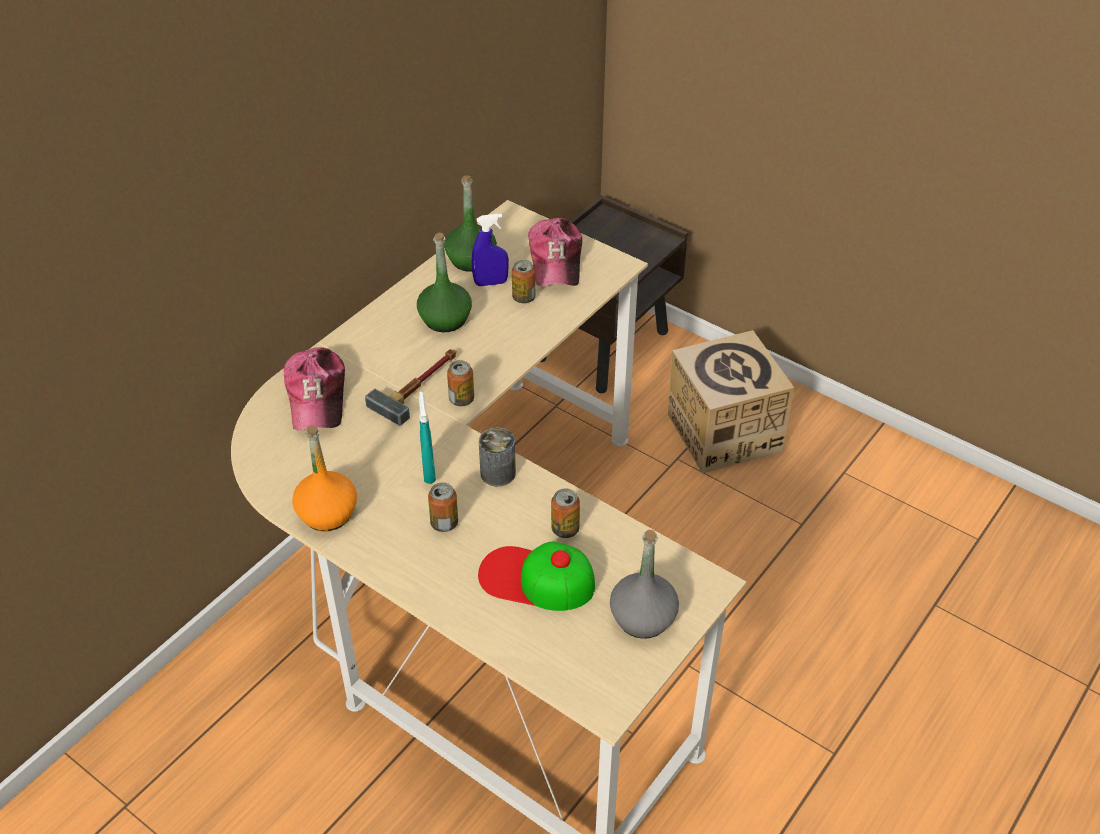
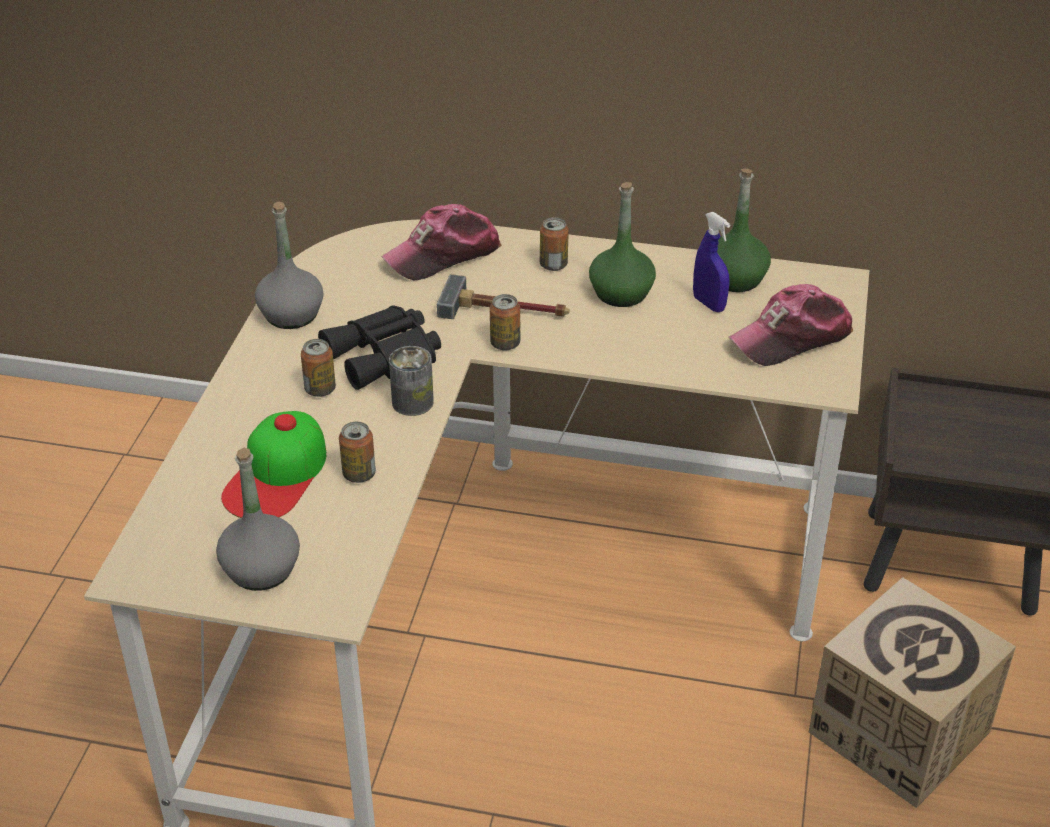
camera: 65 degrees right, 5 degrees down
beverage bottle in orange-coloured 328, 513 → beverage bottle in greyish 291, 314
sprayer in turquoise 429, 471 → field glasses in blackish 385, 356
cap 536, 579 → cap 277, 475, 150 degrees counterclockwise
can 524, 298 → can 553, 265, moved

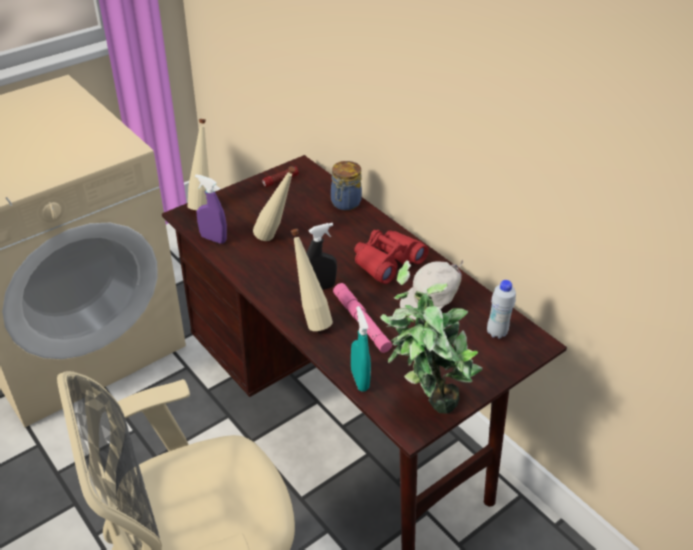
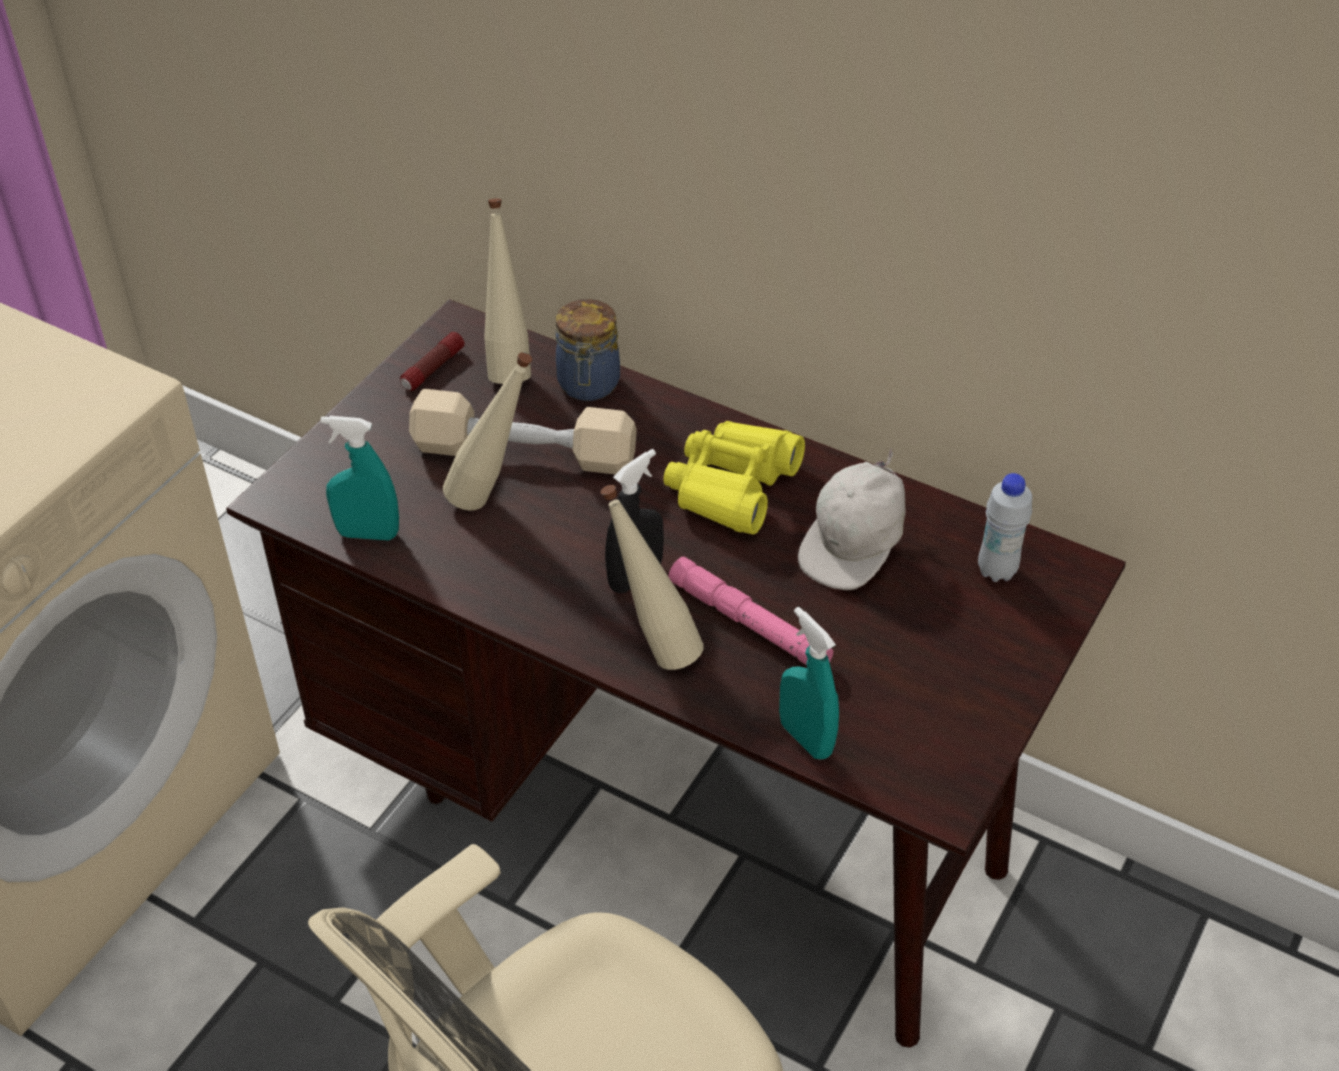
camera: 20 degrees left, 5 degrees up
beverage bottle in beige-coloured 203, 203 → beverage bottle in beige-coloured 508, 365, moved
sprayer in purple-coloured 213, 239 → sprayer in turquoise 368, 534
field glasses in red 387, 262 → field glasses in yellowish 732, 487
potted plant 423, 404 → -
- → dumbbell in beige-coloured 524, 453

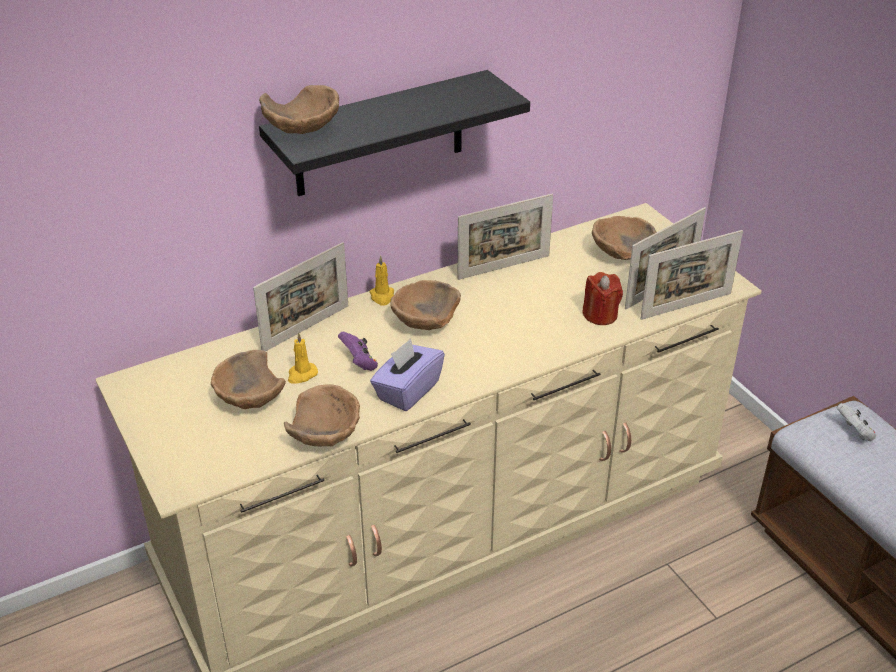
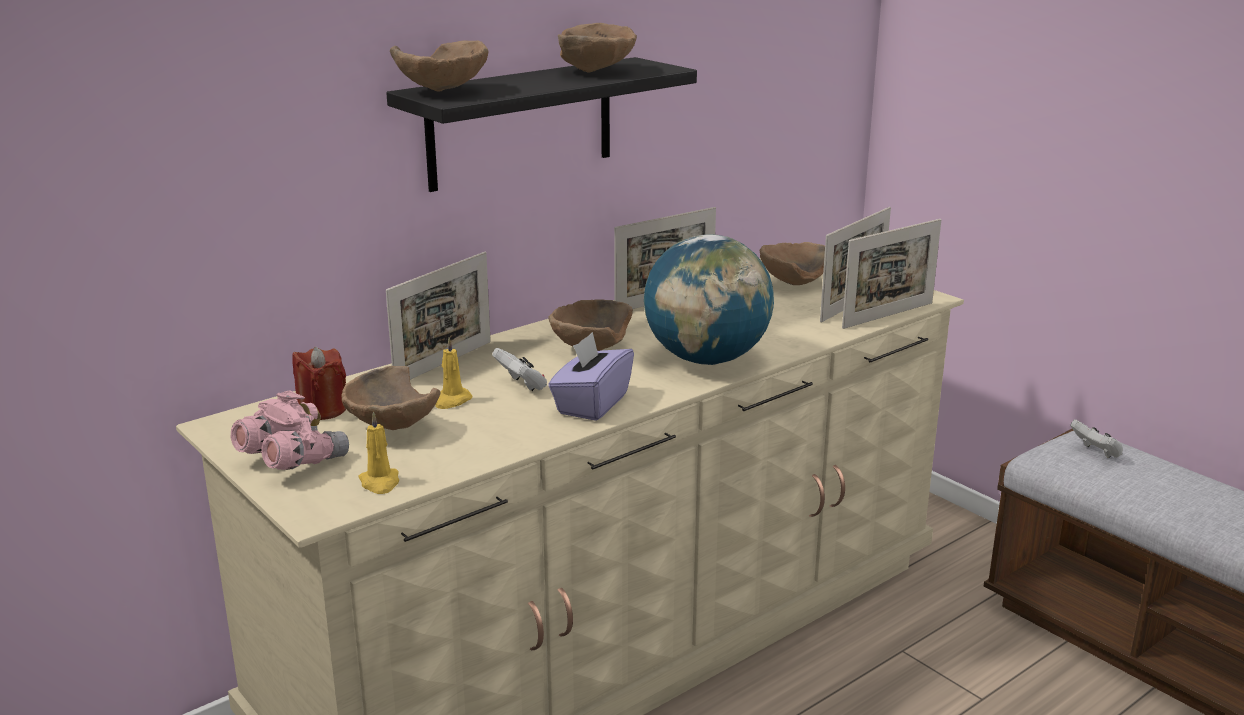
camera: 10 degrees left, 15 degrees down
deep dish in brown-coloured 326, 438 → deep dish in brown-coloured 597, 72, moved
joypad in purple-coloured 359, 363 → joypad in white-coloured 522, 386
wax candle in yellowish 382, 297 → wax candle in yellowish 380, 483, moved
wax candle in red 600, 315 → wax candle in red 322, 410, moved
- → field glasses in pinkish 291, 461
- → desk globe 706, 359

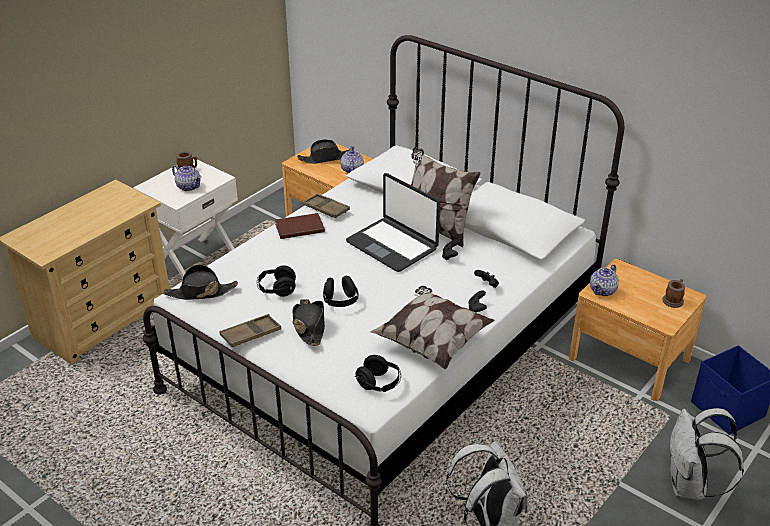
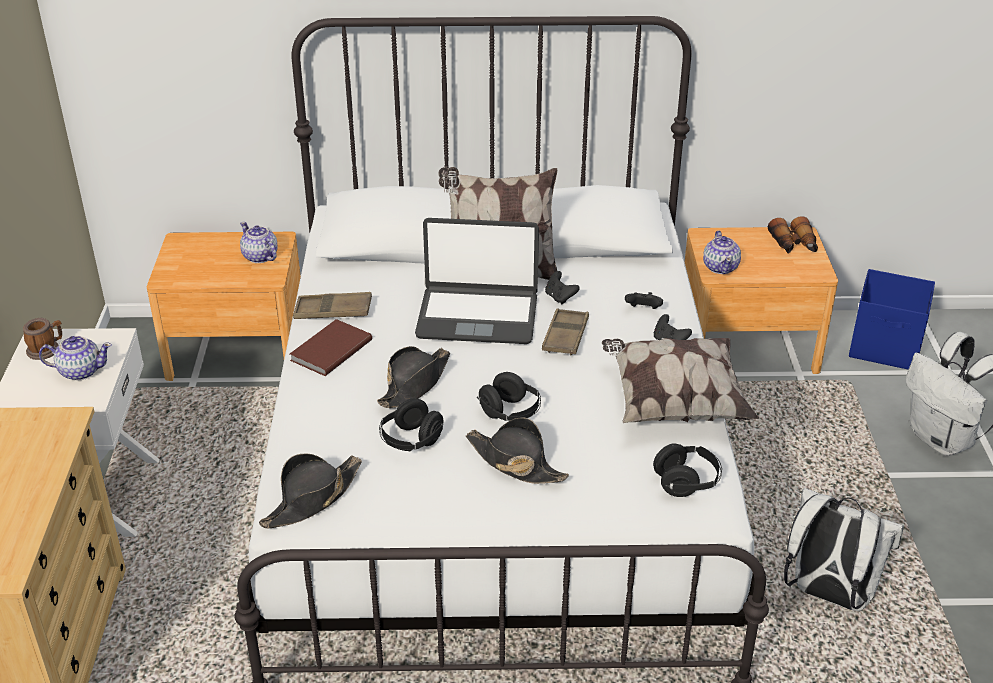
camera: 40 degrees left, 0 degrees up
tray in brown-coloured 251, 334 → tray in brown-coloured 565, 336, moved
clothing hat in blackish 325, 158 → clothing hat in blackish 415, 384, moved
tea mug 673, 300 → field glasses 793, 245

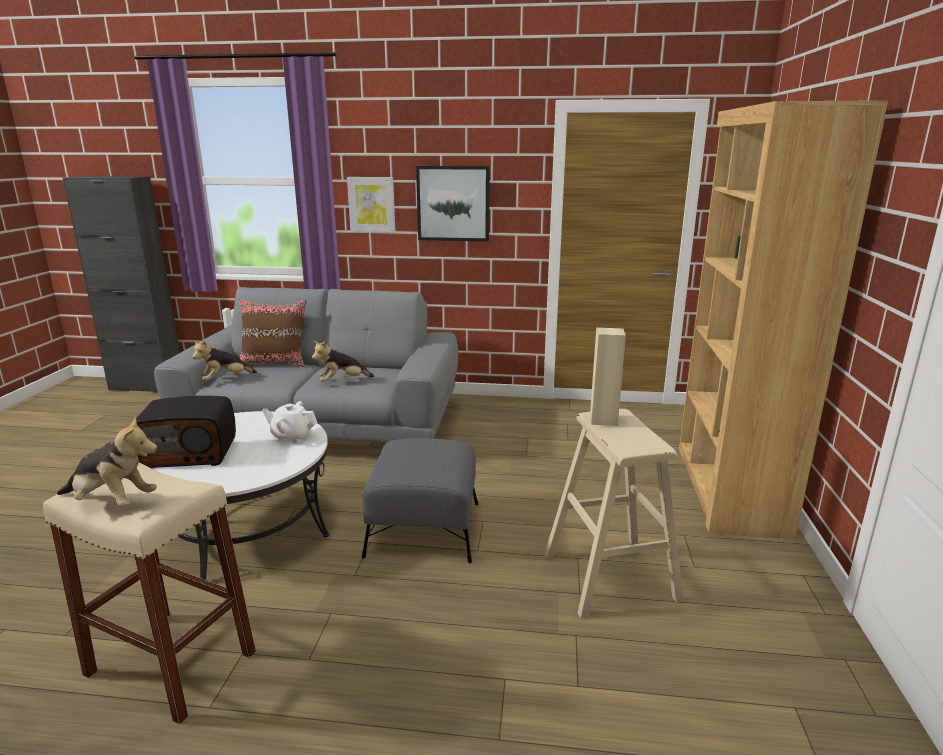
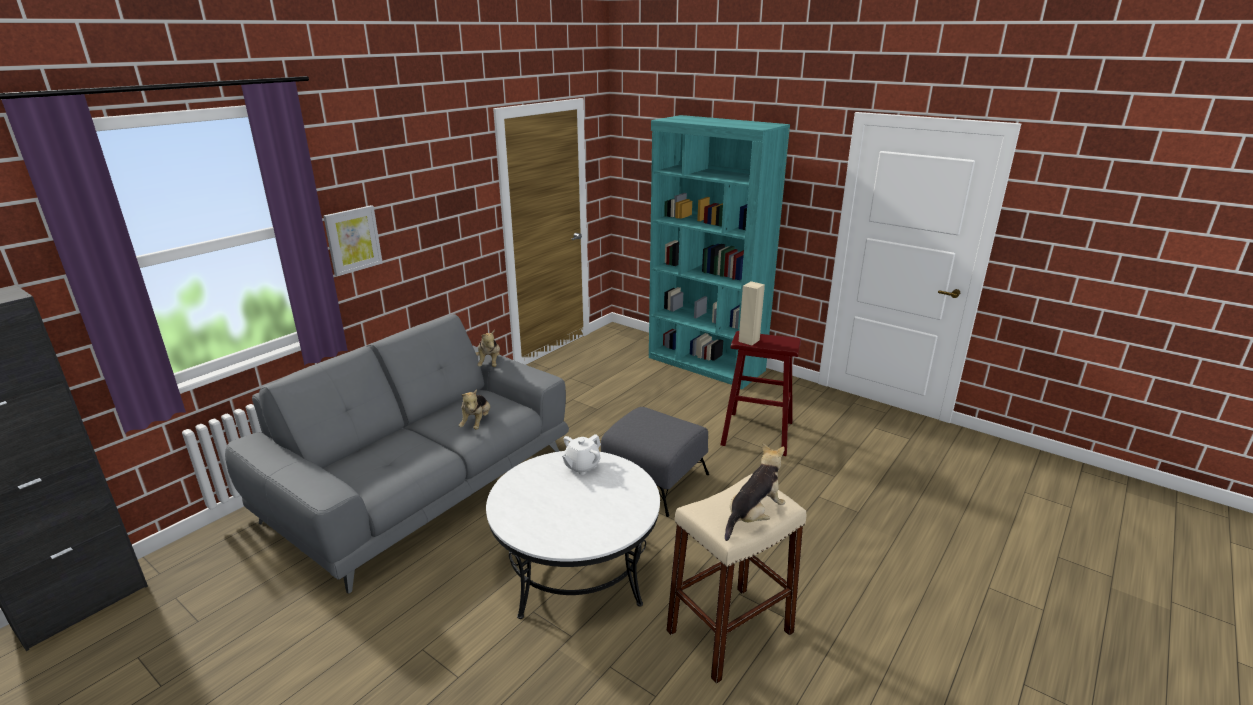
camera: 60 degrees left, 5 degrees up
radio receiver 191, 453 → -
soft toy 225, 379 → soft toy 489, 363, moved
cushion in brown-coloured 275, 363 → -
wall art 453, 203 → -
stool in beige-coloured 610, 576 → stool in red 757, 433
bookshelf in brown-coloured 728, 489 → bookshelf in turquoise 706, 364

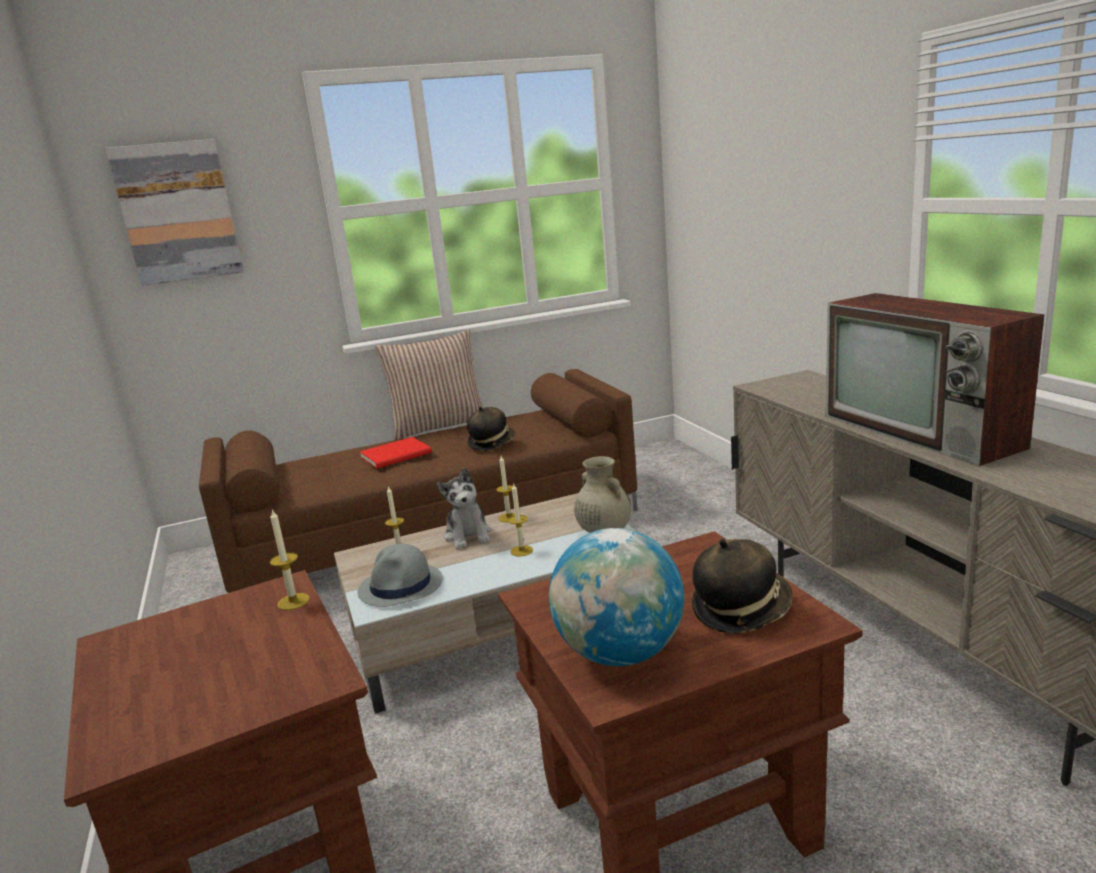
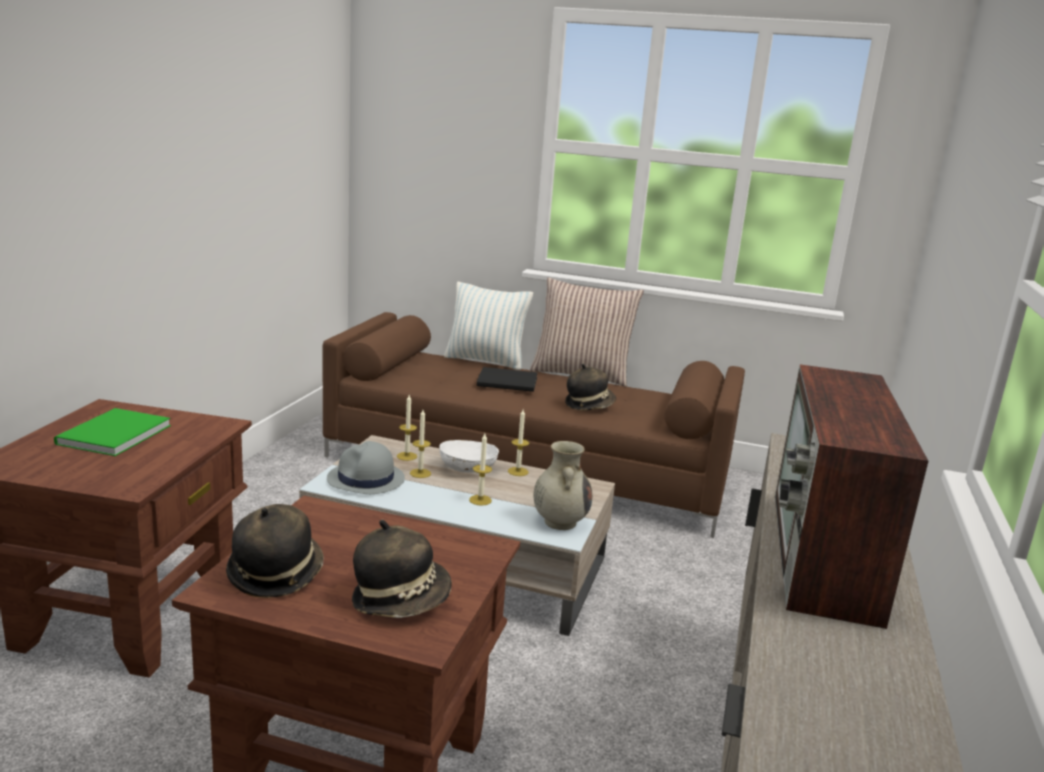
camera: 35 degrees right, 0 degrees up
wall art 178, 212 → -
wax candle 293, 601 → wax candle 420, 473, moved
volume in red 398, 455 → volume in blackish 509, 382
soft toy 468, 535 → deep dish in white-coloured 467, 469
desk globe 620, 654 → clothing hat 275, 573
- → volume in green-coloured 110, 435
- → cushion 485, 361

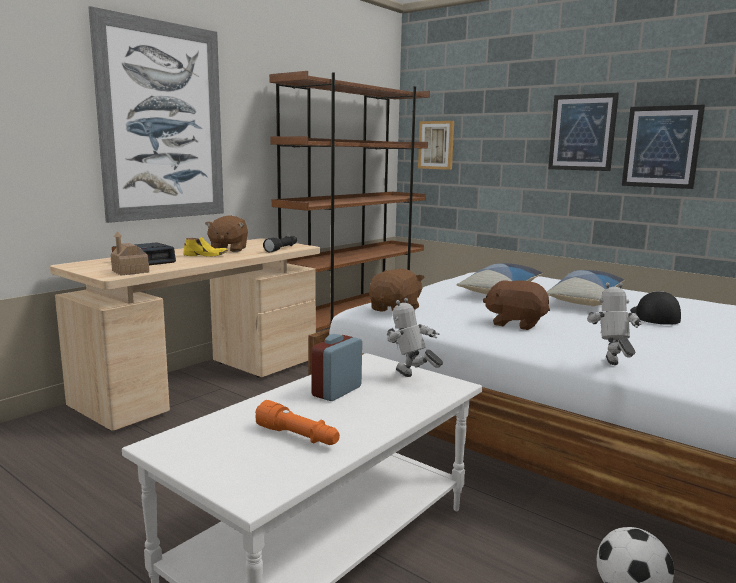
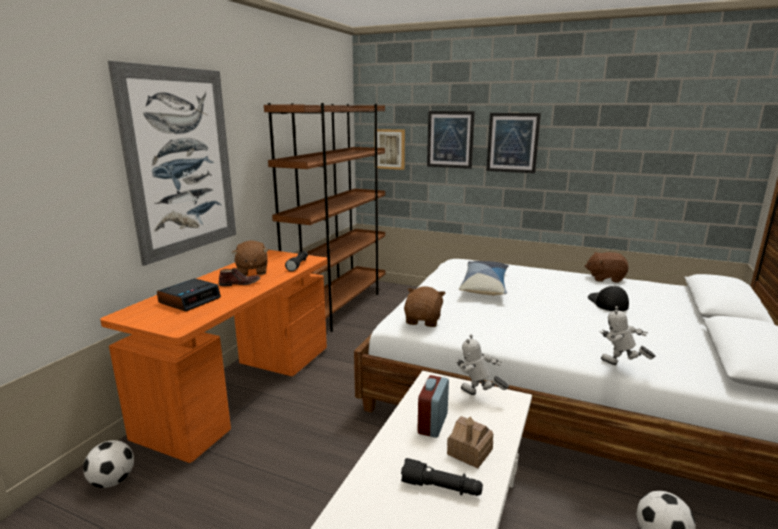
camera: 15 degrees left, 5 degrees up
desk in beige-coloured 205, 382 → desk in orange-coloured 243, 389
miniature house 130, 271 → miniature house 469, 452, moved
shoe in yellowish 206, 256 → shoe in brown-coloured 240, 284
flashlight in orange-coloured 298, 437 → flashlight in blackish 441, 488
soft toy in brown-coloured 516, 323 → soft toy in brown-coloured 605, 278, moved
cushion 585, 299 → -
robot figure 611, 367 → robot figure 620, 367, 45 degrees counterclockwise
wall art 661, 147 → wall art 450, 139, moved
- → ball for football 113, 481

